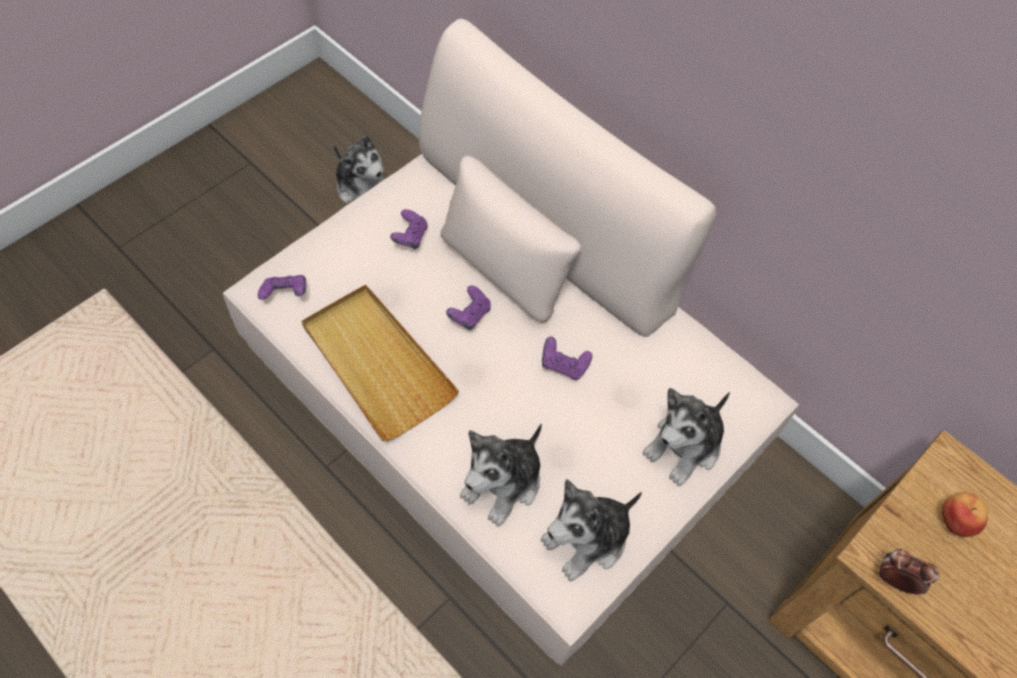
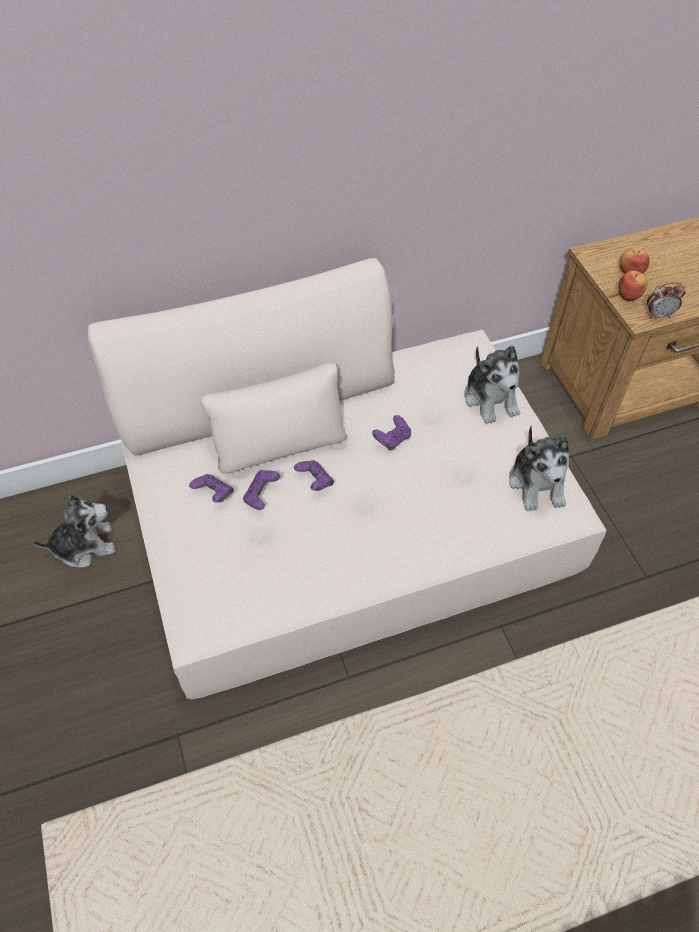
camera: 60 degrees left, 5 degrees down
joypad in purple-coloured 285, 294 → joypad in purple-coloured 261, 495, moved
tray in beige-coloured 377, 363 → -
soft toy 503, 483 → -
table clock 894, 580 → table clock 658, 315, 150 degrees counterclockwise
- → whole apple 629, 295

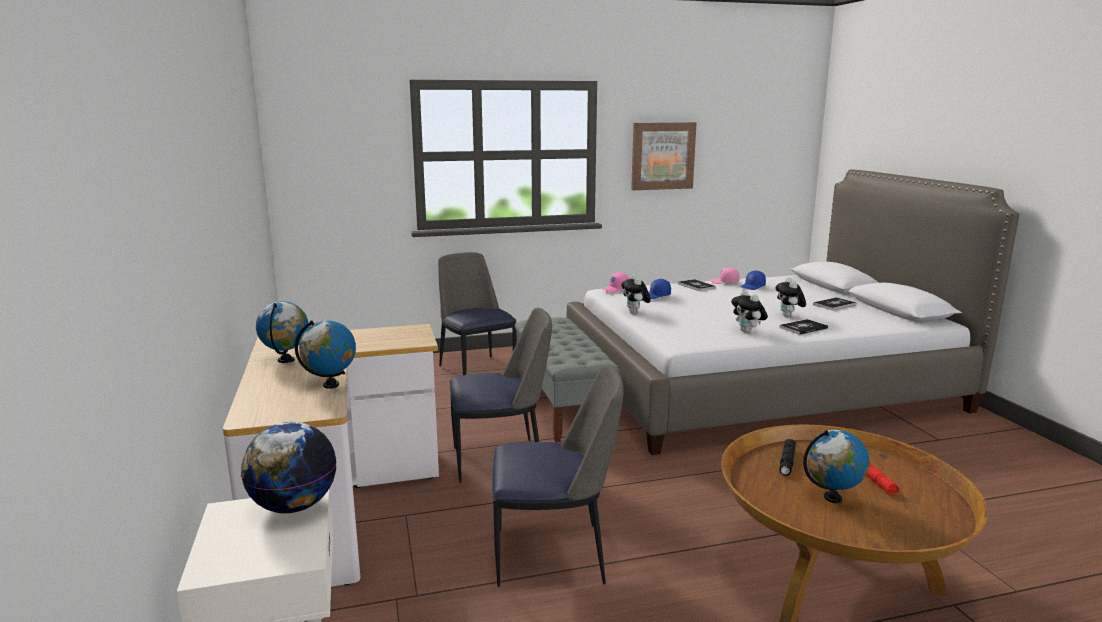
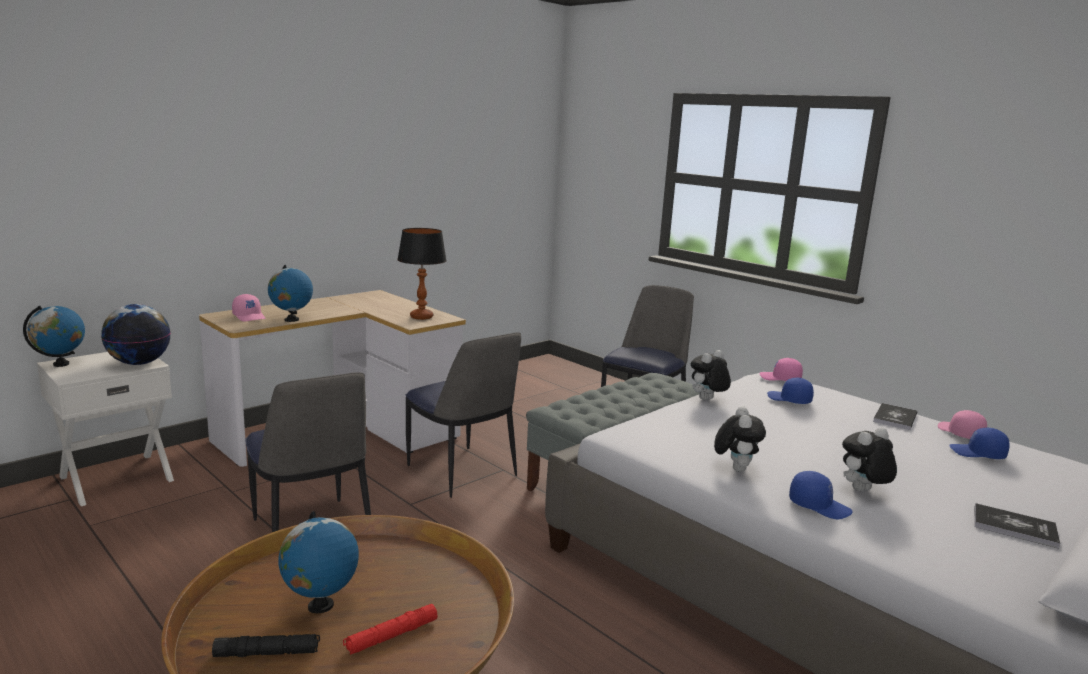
camera: 60 degrees right, 0 degrees up
desk globe 286, 360 → desk globe 61, 364, moved
wall art 662, 156 → -
soft toy 748, 331 → soft toy 735, 468, 150 degrees clockwise
volume 803, 328 → cap in bluish 819, 506
flashlight in blackish 787, 461 → flashlight in blackish 267, 653, moved
- → cap in pinkish 249, 317
- → table lamp 421, 317

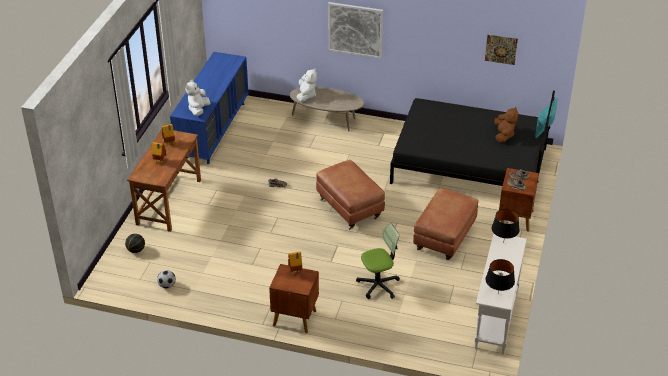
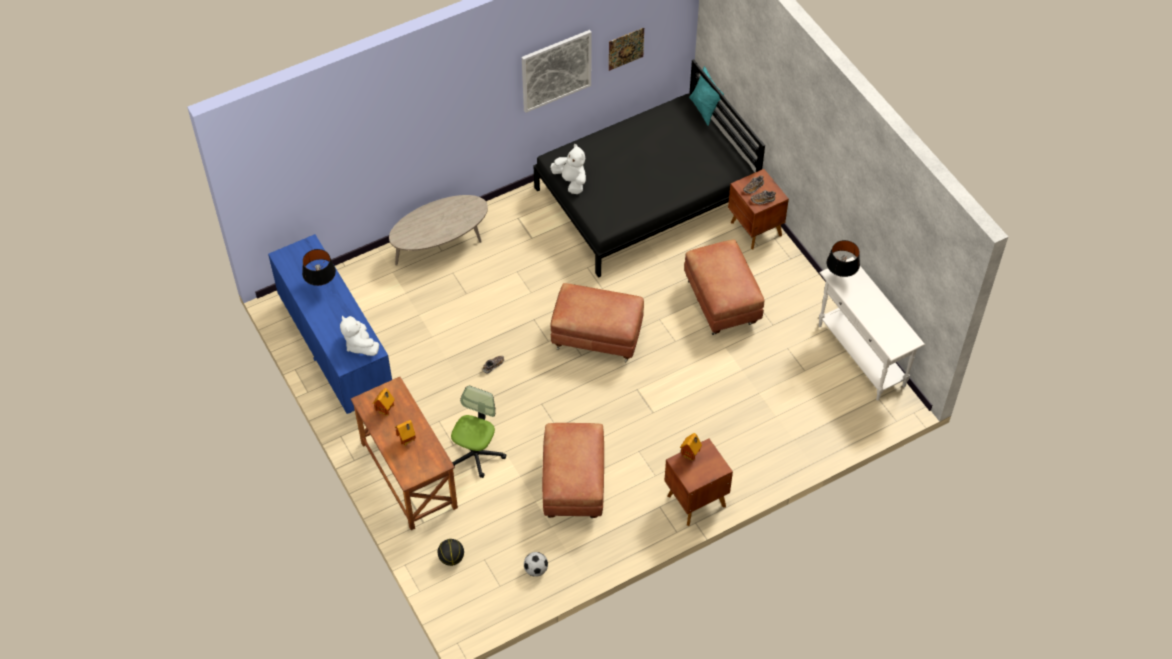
camera: 45 degrees left, 15 degrees up
soft toy in white-coloured 306, 95 → soft toy in white-coloured 571, 181, moved
wall art 355, 30 → wall art 556, 70, moved
computer chair 378, 285 → computer chair 476, 454, moved
table lamp in blackish 498, 294 → table lamp in blackish 321, 285, moved
soft toy in brown-coloured 504, 135 → -
- → footrest in brown-coloured 574, 486

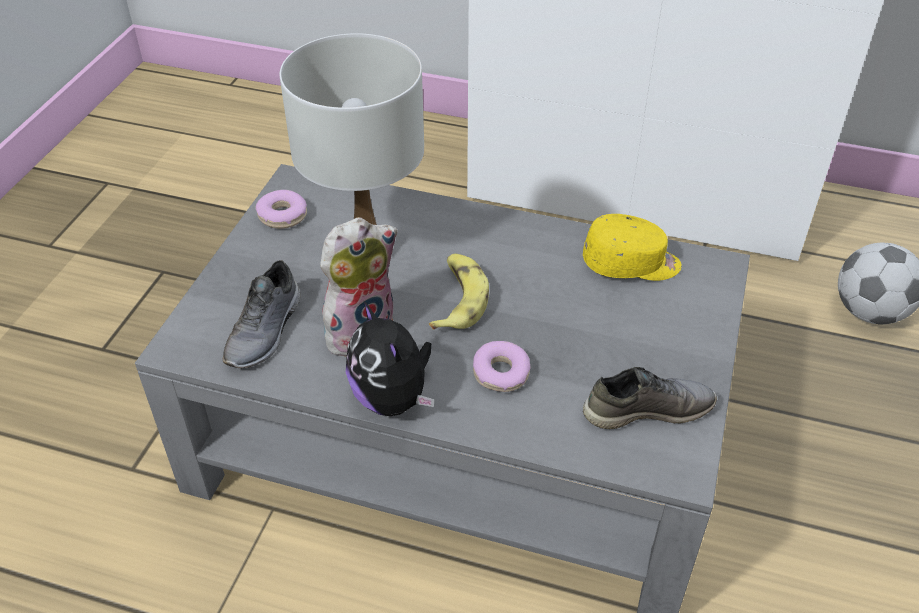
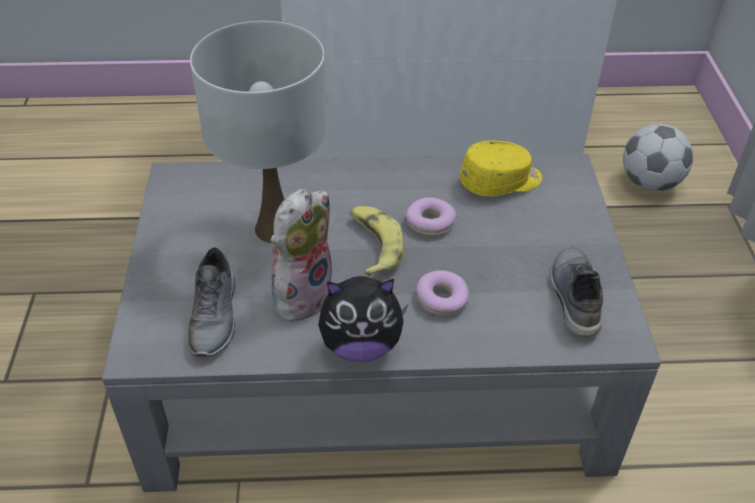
camera: 20 degrees left, 0 degrees up
doughnut 282, 216 → doughnut 430, 223, moved
soft toy 393, 398 → soft toy 361, 345, 45 degrees counterclockwise
shoe in greyish 647, 409 → shoe in greyish 573, 297, 60 degrees counterclockwise

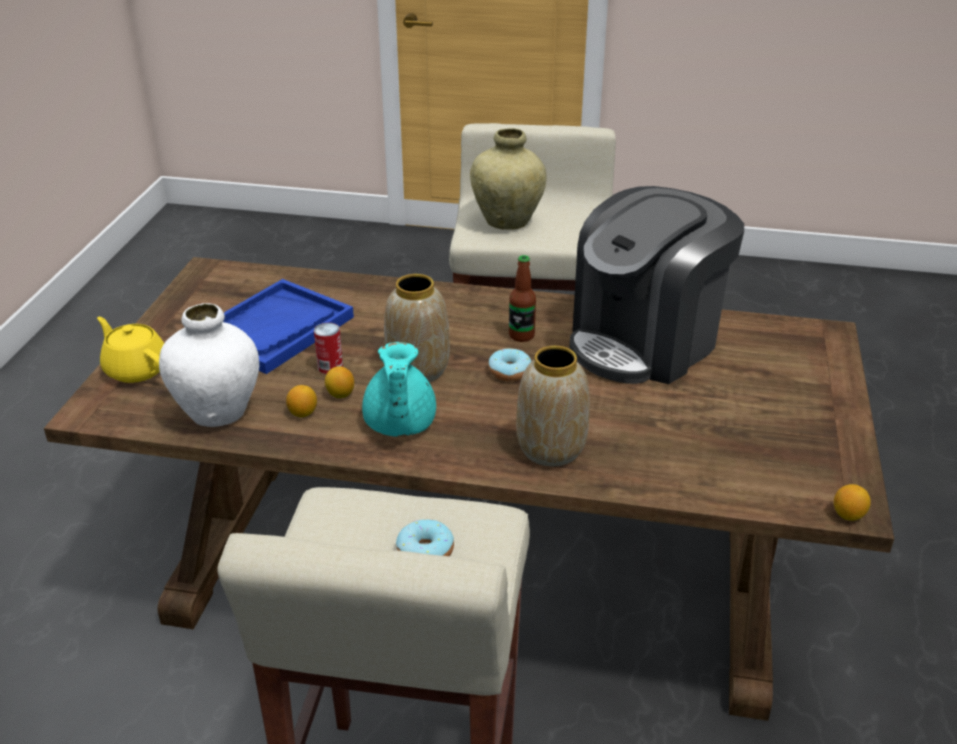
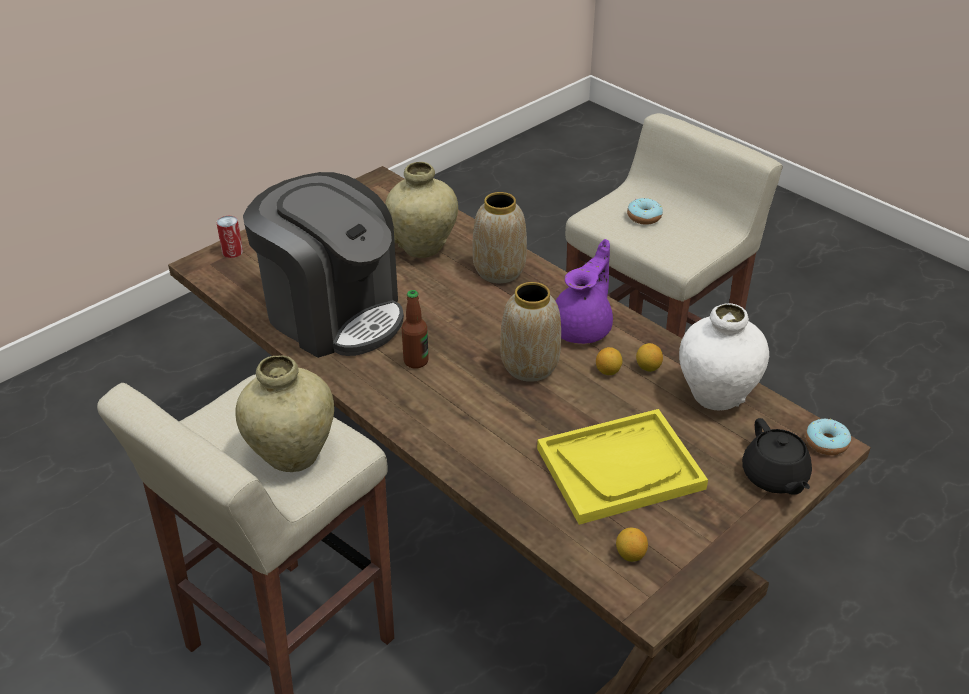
camera: 145 degrees left, 5 degrees up
teapot in yellowish 136, 369 → teapot in blackish 774, 477
tray in bluish 275, 329 → tray in yellowish 620, 468
can 330, 367 → can 232, 252, moved
teapot in turquoise 399, 425 → teapot in purple-coloured 583, 328
doughnut 509, 372 → doughnut 826, 443, moved
coffee machine 645, 342 → coffee machine 333, 314, 45 degrees clockwise
citrus fruit 848, 515 → citrus fruit 630, 555, moved
- → flower vase in beige-coloured 423, 247

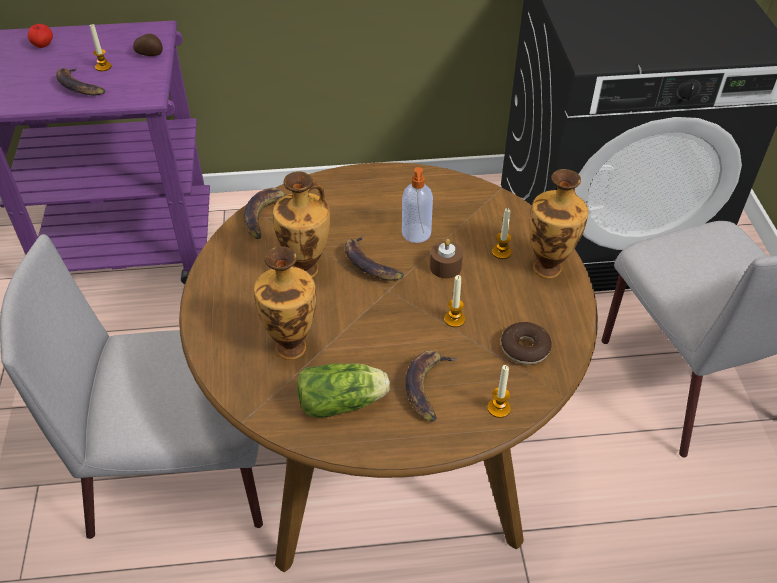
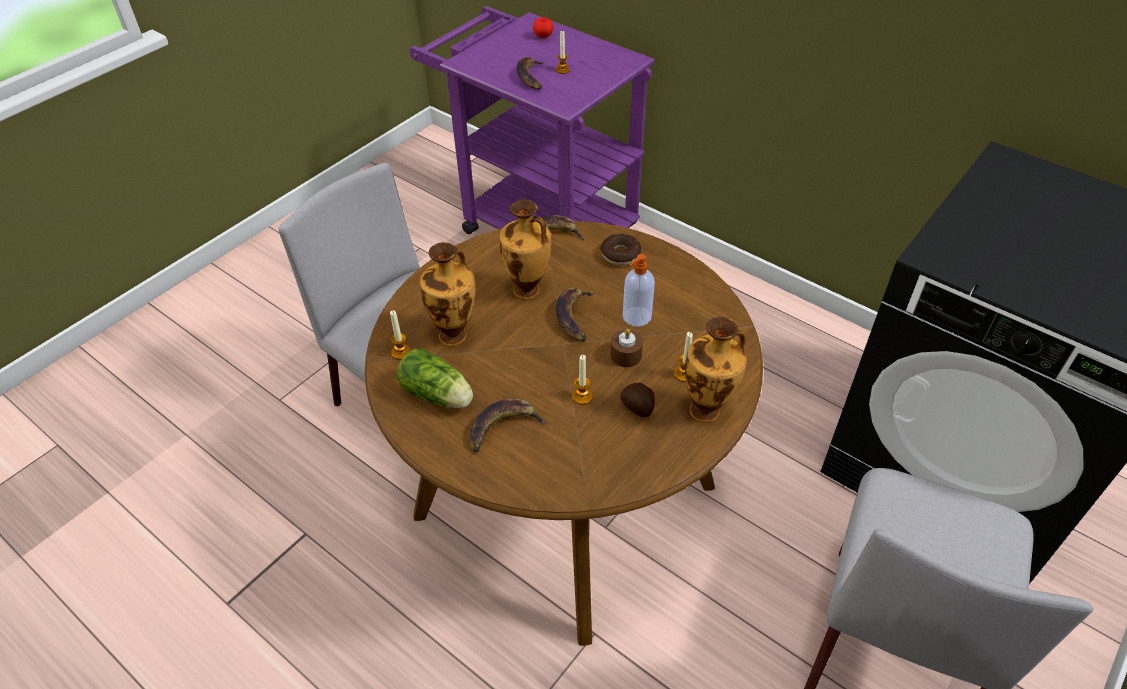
camera: 45 degrees right, 0 degrees up
potato 150, 54 → potato 638, 408, moved
wax candle 498, 408 → wax candle 401, 352, moved
doughnut 525, 348 → doughnut 620, 255, moved

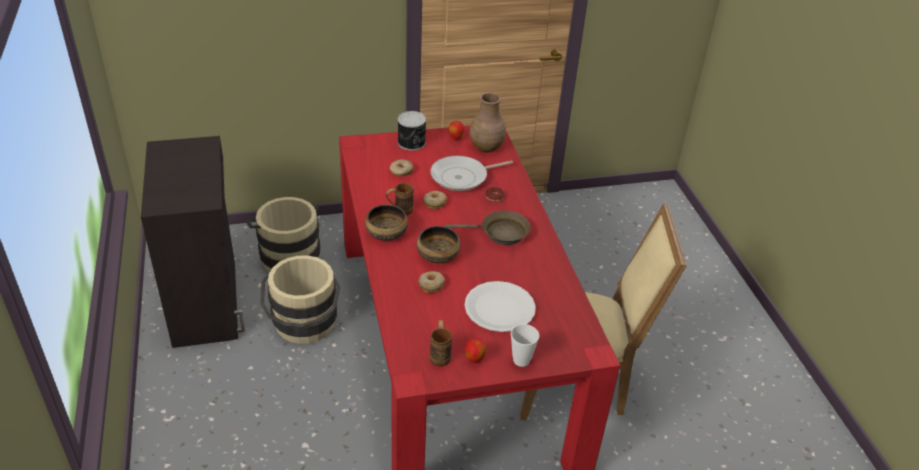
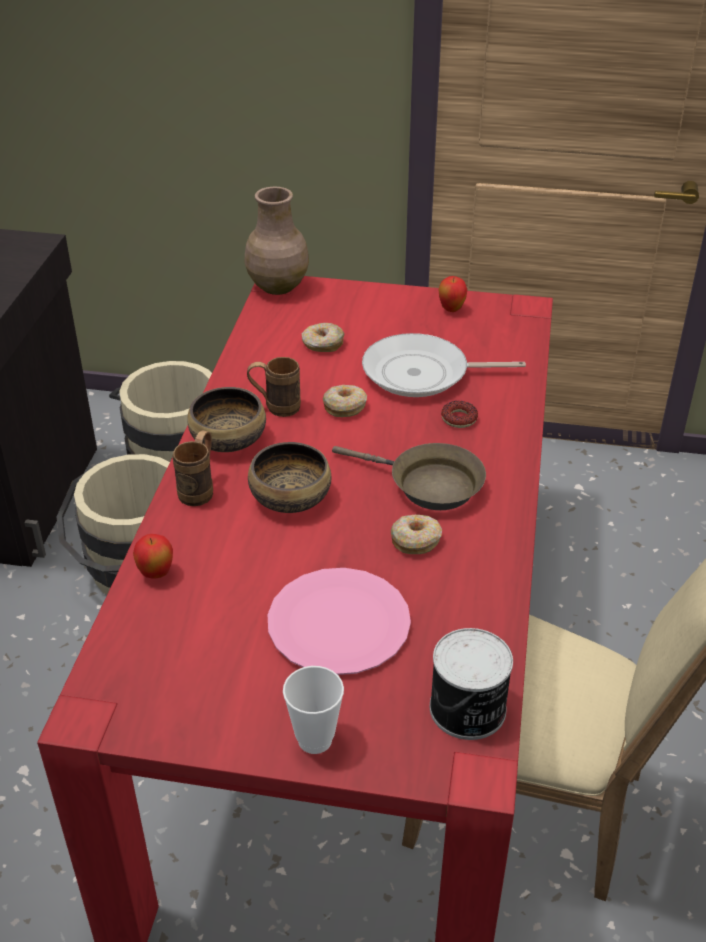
camera: 25 degrees right, 0 degrees up
can 412, 143 → can 468, 710, moved
doughnut 431, 285 → doughnut 415, 540, moved
tea mug in brown-coloured 440, 354 → tea mug in brown-coloured 200, 489, moved
flat dish in white-coloured 499, 308 → flat dish in pinkish 339, 624
whole apple 474, 359 → whole apple 156, 574, moved
flower vase in brown-coloured 486, 147 → flower vase in brown-coloured 277, 287, moved

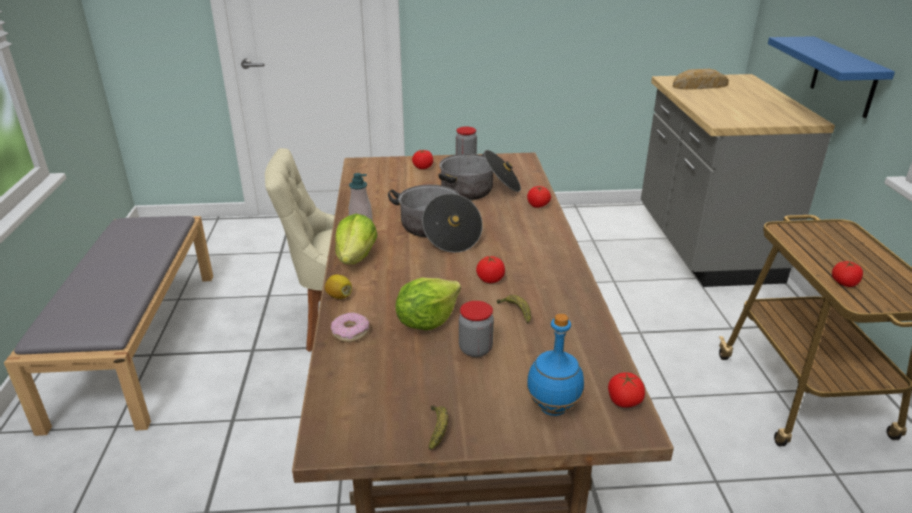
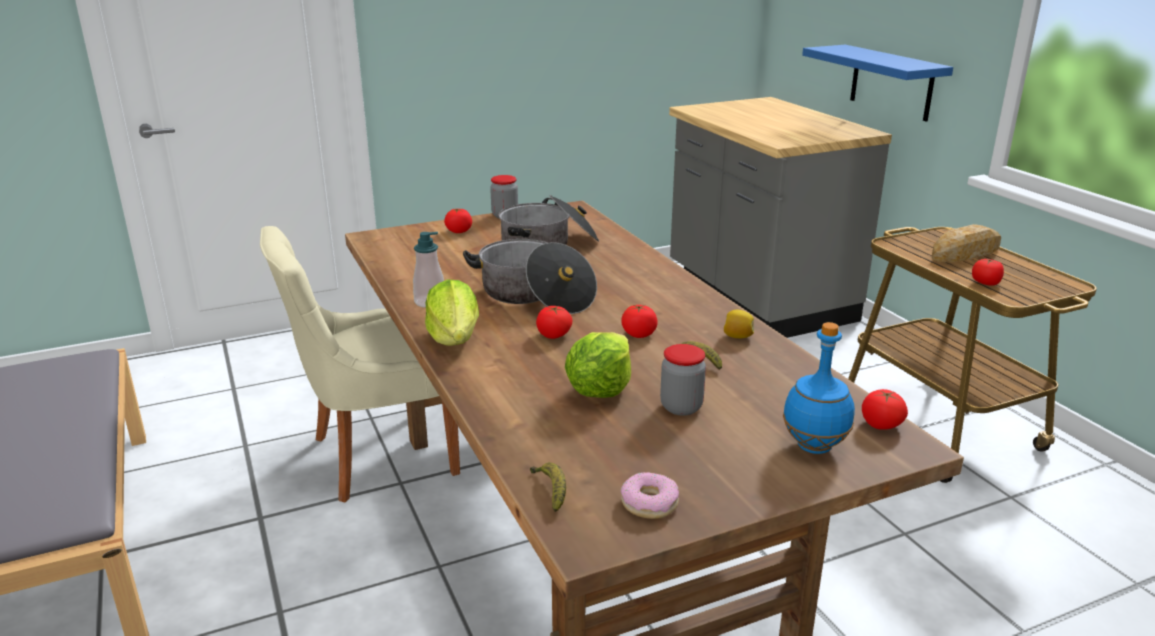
camera: 20 degrees left, 5 degrees down
citrus fruit 339, 296 → citrus fruit 737, 337, moved
doughnut 350, 332 → doughnut 649, 503, moved
banana fruit 438, 430 → banana fruit 551, 491, moved
tomato 538, 205 → tomato 554, 335, moved
bakery bread 700, 86 → bakery bread 966, 252, moved

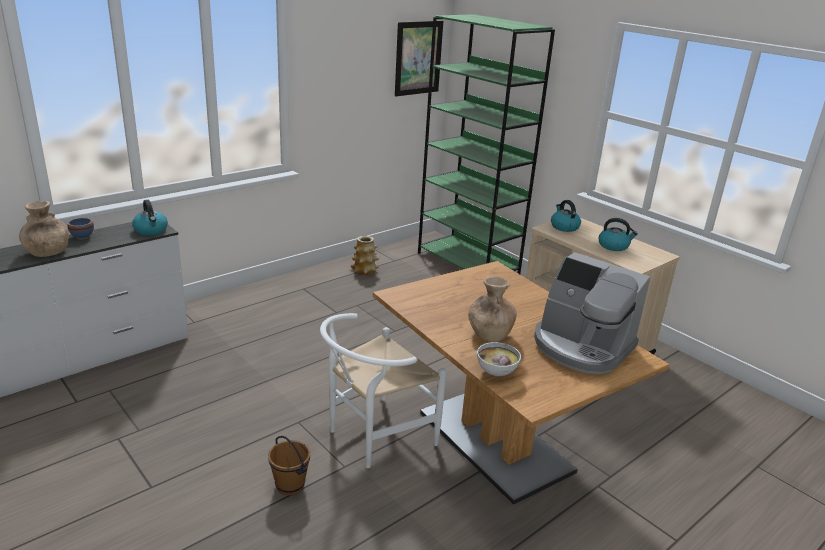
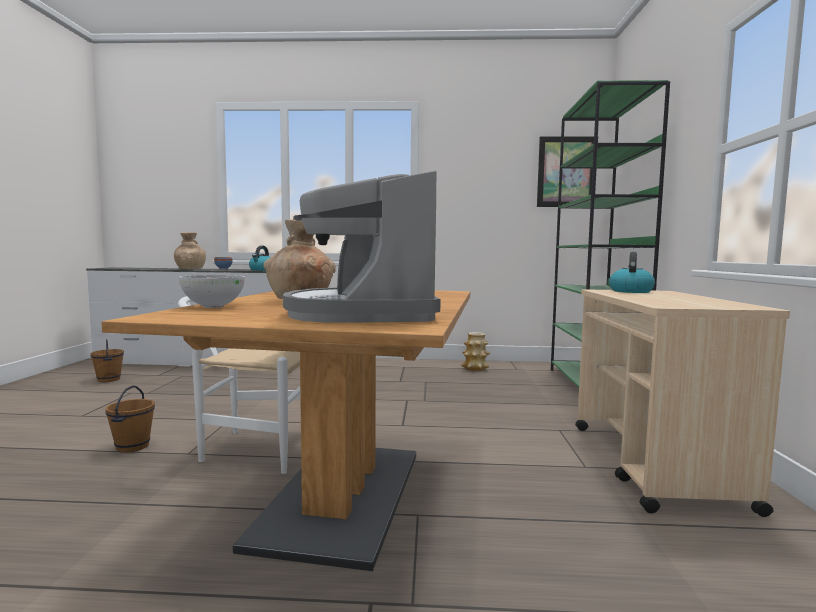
camera: 45 degrees right, 20 degrees down
kettle 614, 246 → -
- → bucket in brown-coloured 109, 380

